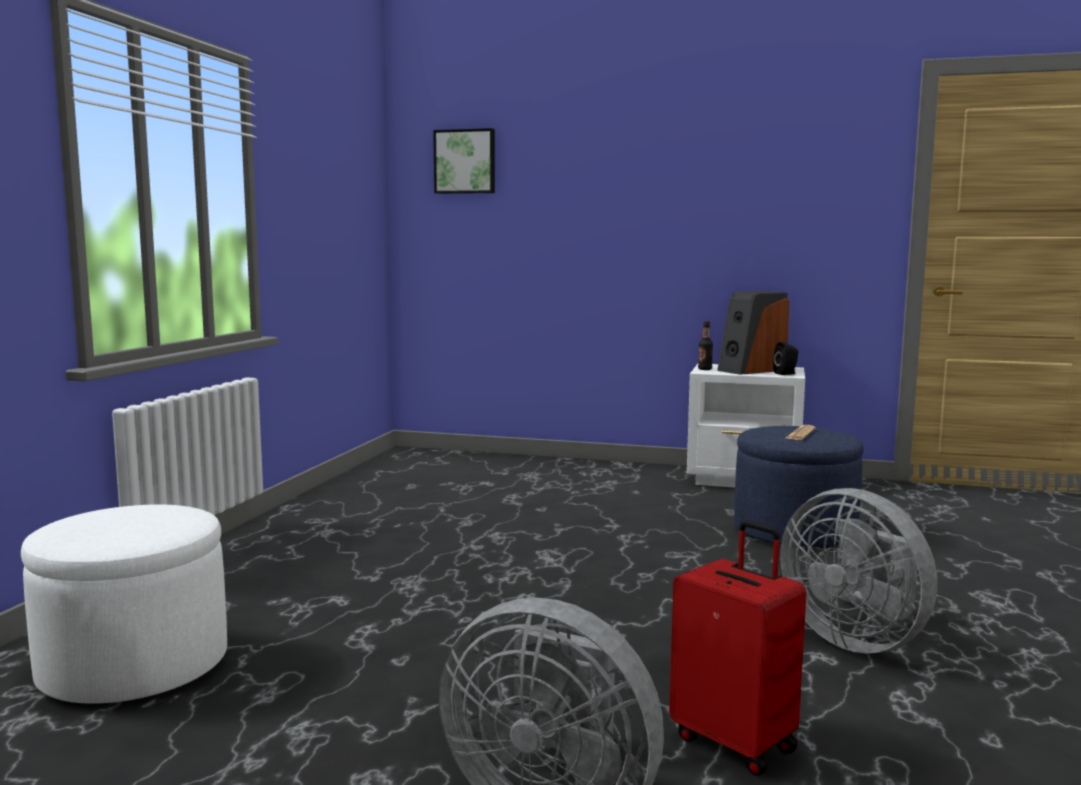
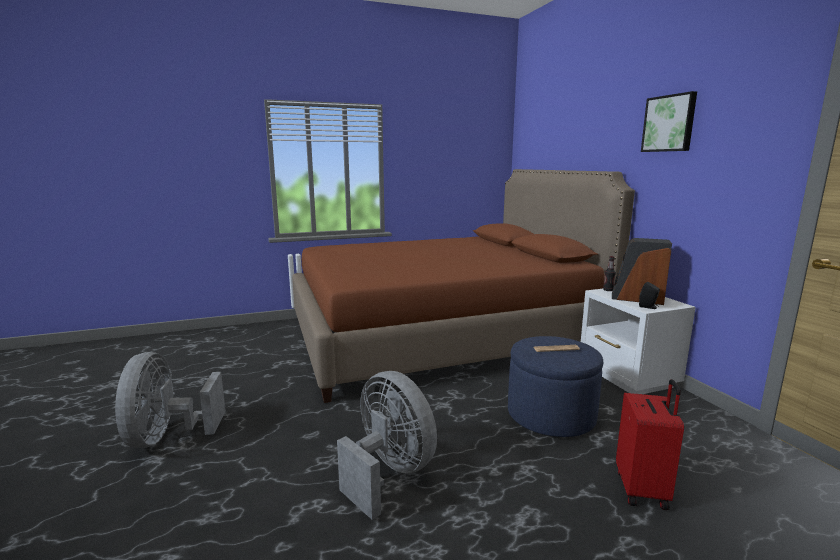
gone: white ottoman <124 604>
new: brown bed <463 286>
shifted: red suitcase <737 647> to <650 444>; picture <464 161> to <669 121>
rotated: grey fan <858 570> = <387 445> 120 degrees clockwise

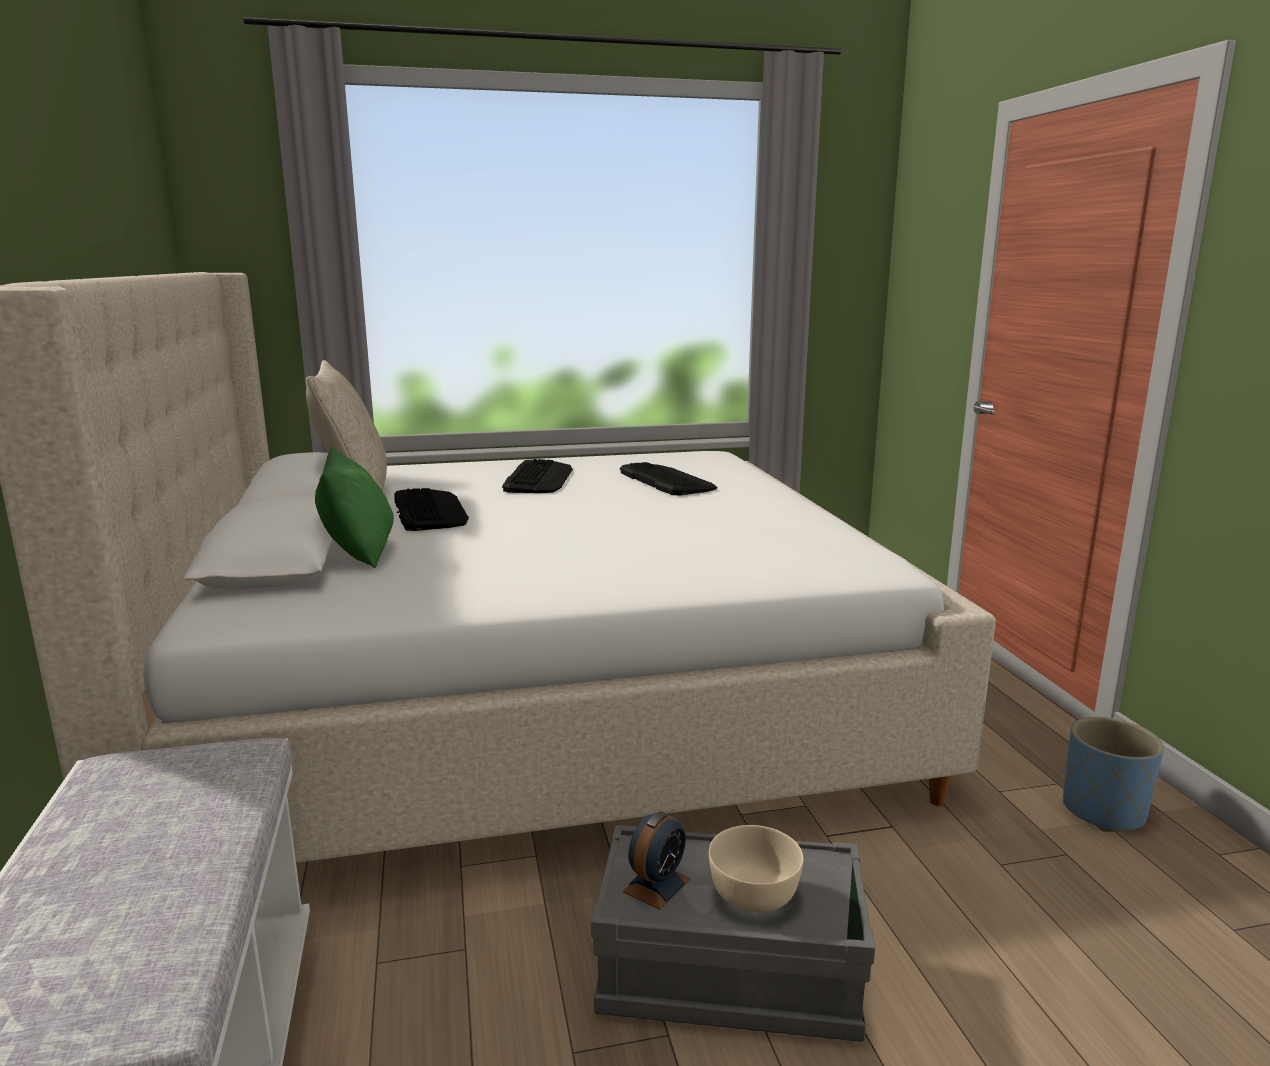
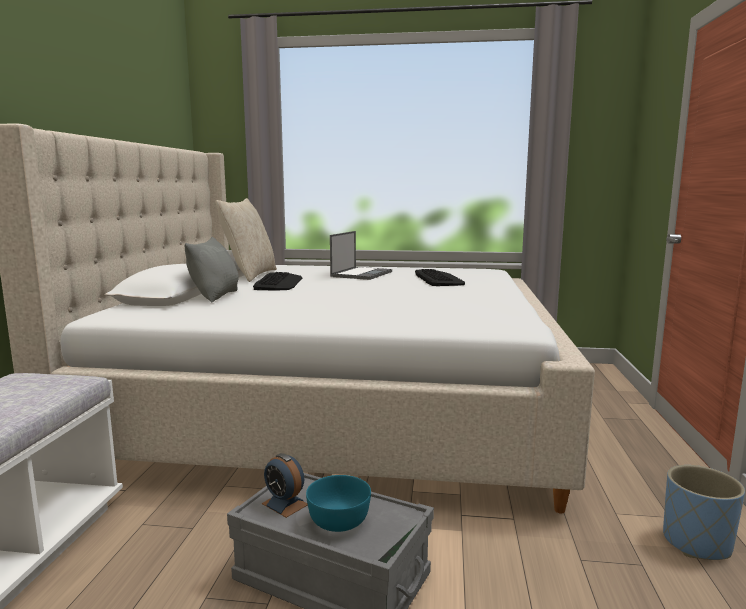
swapped: keyboard <537 476> to laptop <361 255>
repainted: green pillow <354 507> to grey pillow <212 269>; beige bowl <756 869> to turquoise bowl <338 503>
rotated: alarm clock <657 860> = <285 485> 75 degrees clockwise

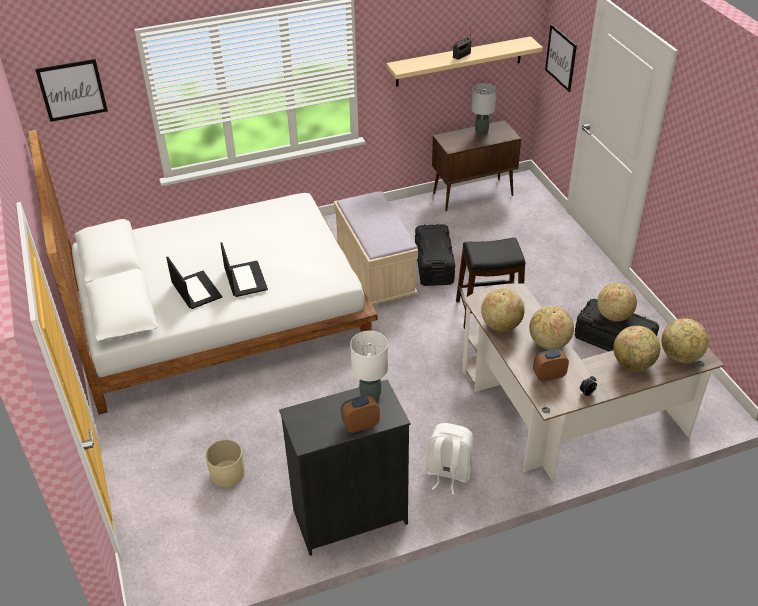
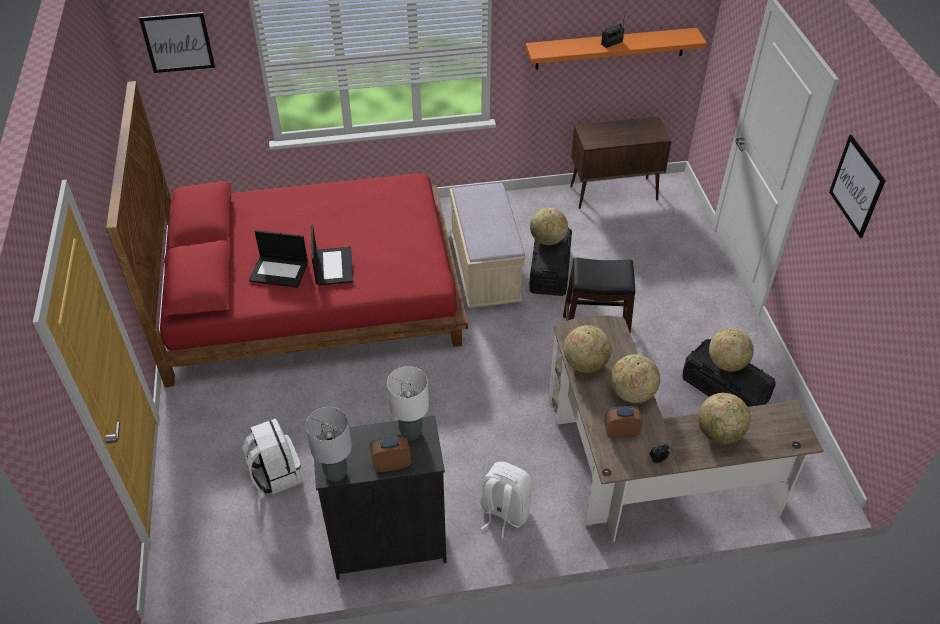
shifted: grey table lamp <484 109> to <329 444>; globe <685 340> to <549 226>; picture <561 58> to <857 186>
swapped: beige planter <225 463> to white backpack <272 456>
repainted: white bed <202 272> to red bed <287 234>; beige shelf <464 61> to orange shelf <616 48>
rotated: laptop <194 283> = <278 259> 120 degrees clockwise

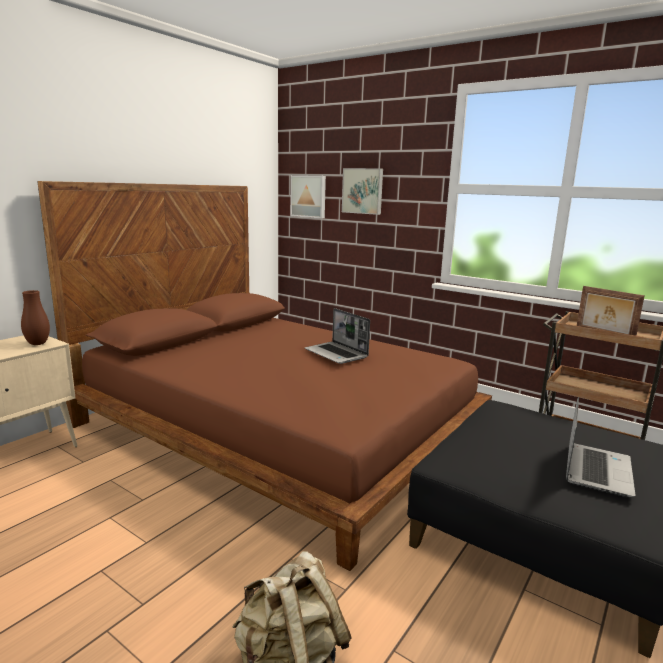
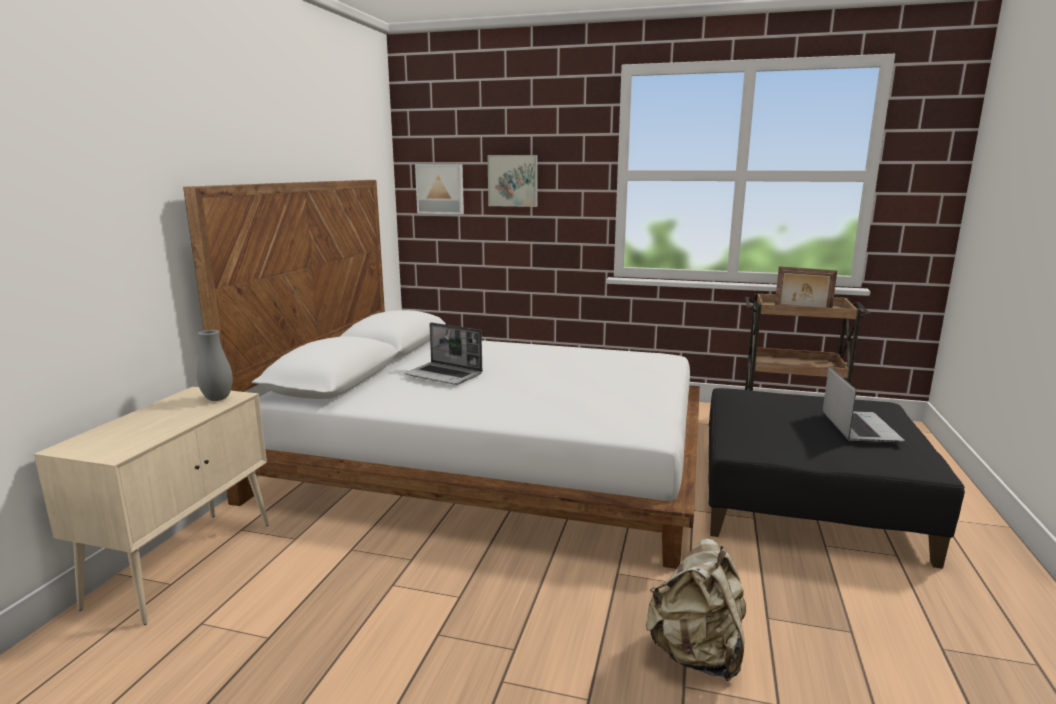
shifted: laptop <337 336> to <443 353>
repainted: brown bed <264 376> to white bed <441 374>; brown vase <35 317> to grey vase <214 365>

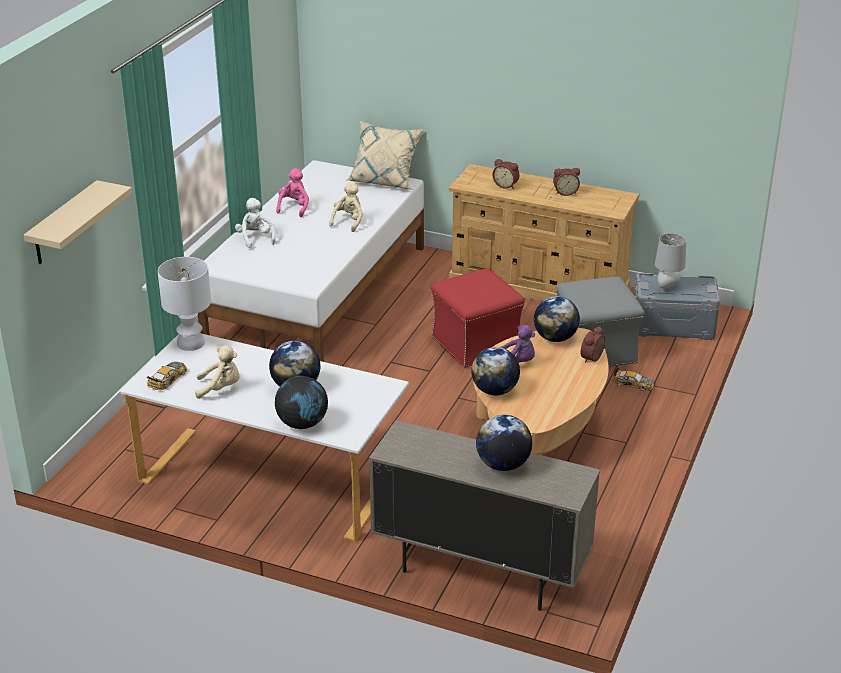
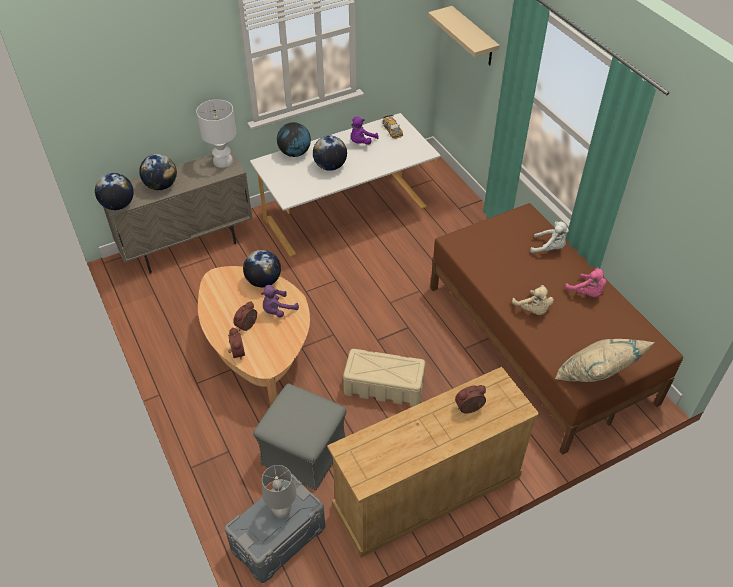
gone: toy car <633 379>
shifted: globe <557 319> to <114 191>; white table lamp <184 304> to <216 133>; alarm clock <566 182> to <245 316>
swapped: red ottoman <478 318> to beige storage box <384 377>
repainted: beige plush toy <217 372> to purple plush toy <365 131>; white bed <311 261> to brown bed <556 329>

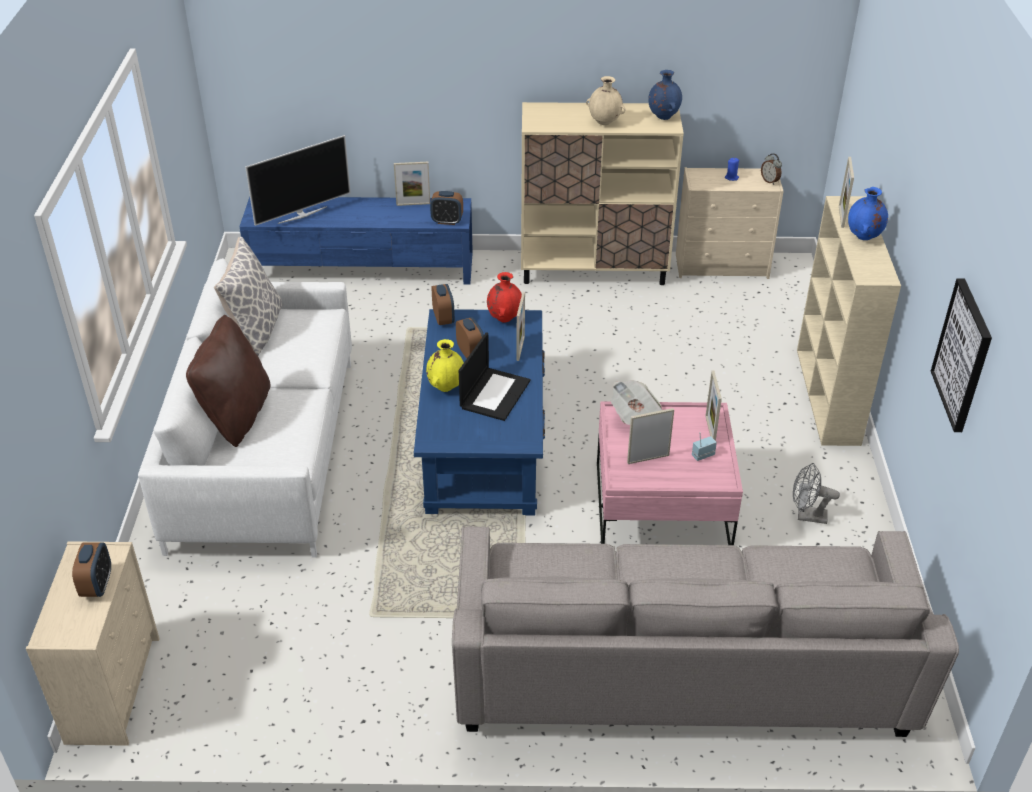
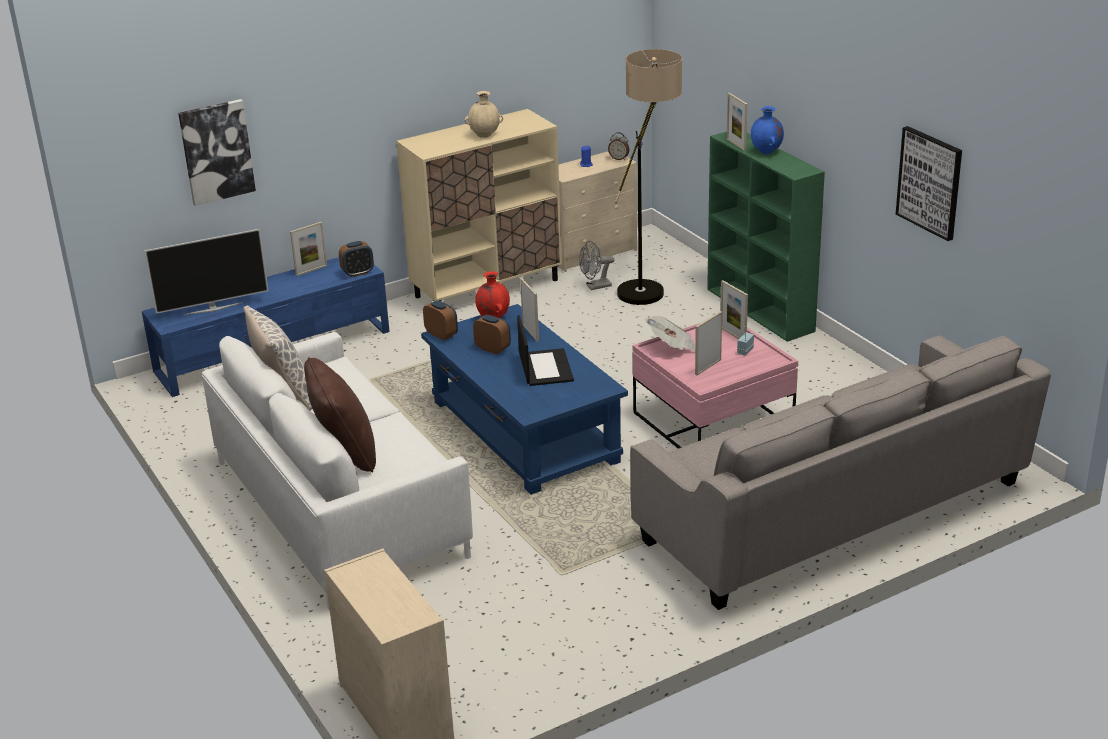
gone: alarm clock <91 570>; yellow vase <445 365>; blue vase <665 95>
new: picture <217 152>; floor lamp <648 177>
shifted: grey fan <816 493> to <596 265>
repainted: beige bookcase <849 321> to green bookcase <766 237>
rotated: television <298 180> = <206 272> 45 degrees clockwise

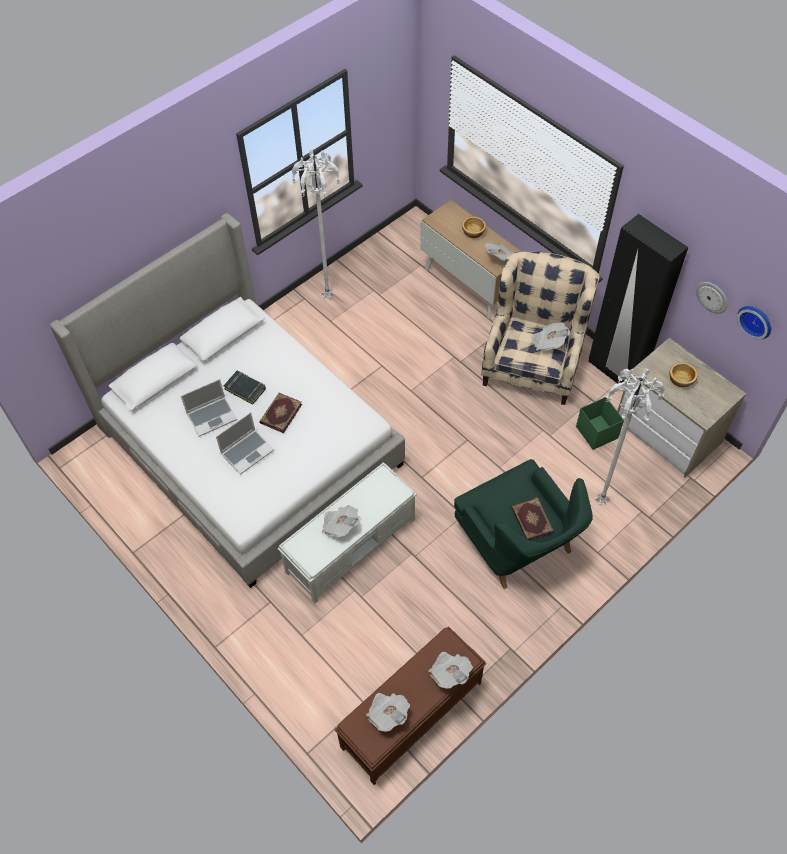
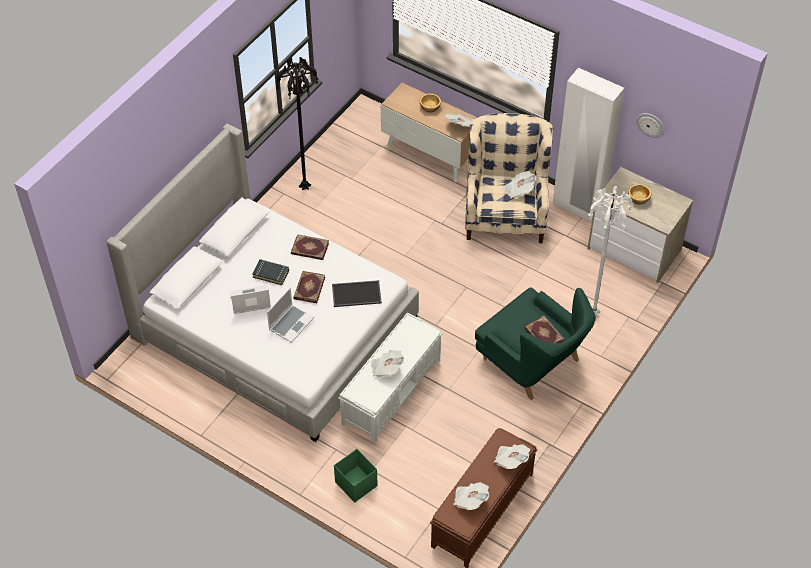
gone: wall clock <754 323>
new: book <310 247>; tray <357 293>
shifted: green storage box <600 423> to <356 476>
repainted: white floor lamp <316 224> to black floor lamp <297 124>; black wardrobe <638 299> to white wardrobe <588 145>
rotated: laptop <209 408> = <250 299> 150 degrees counterclockwise

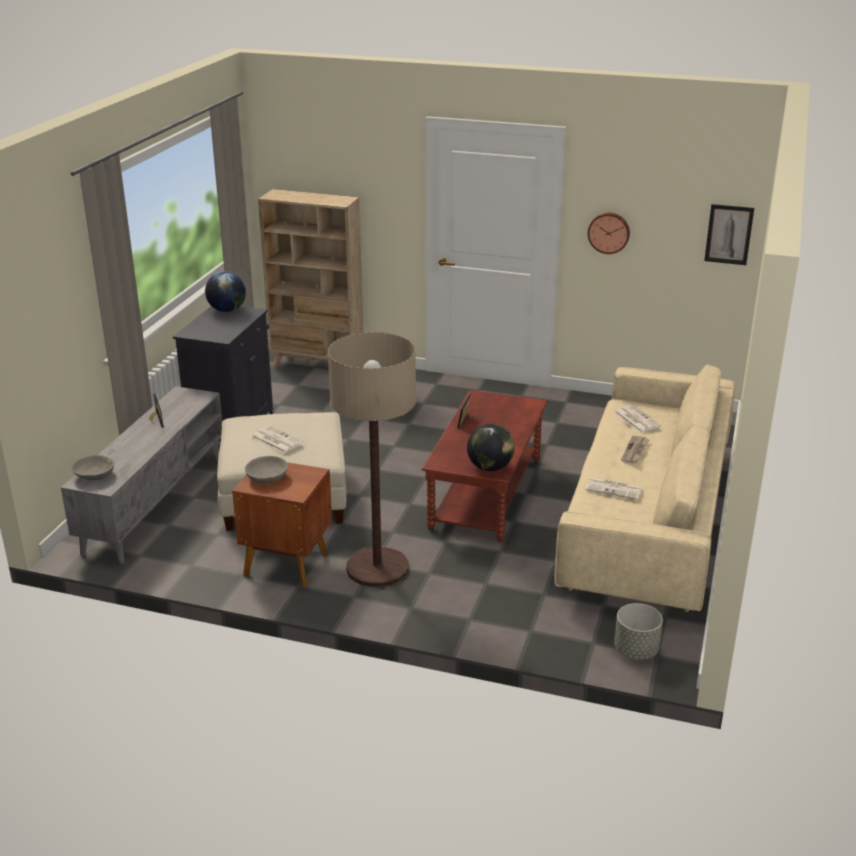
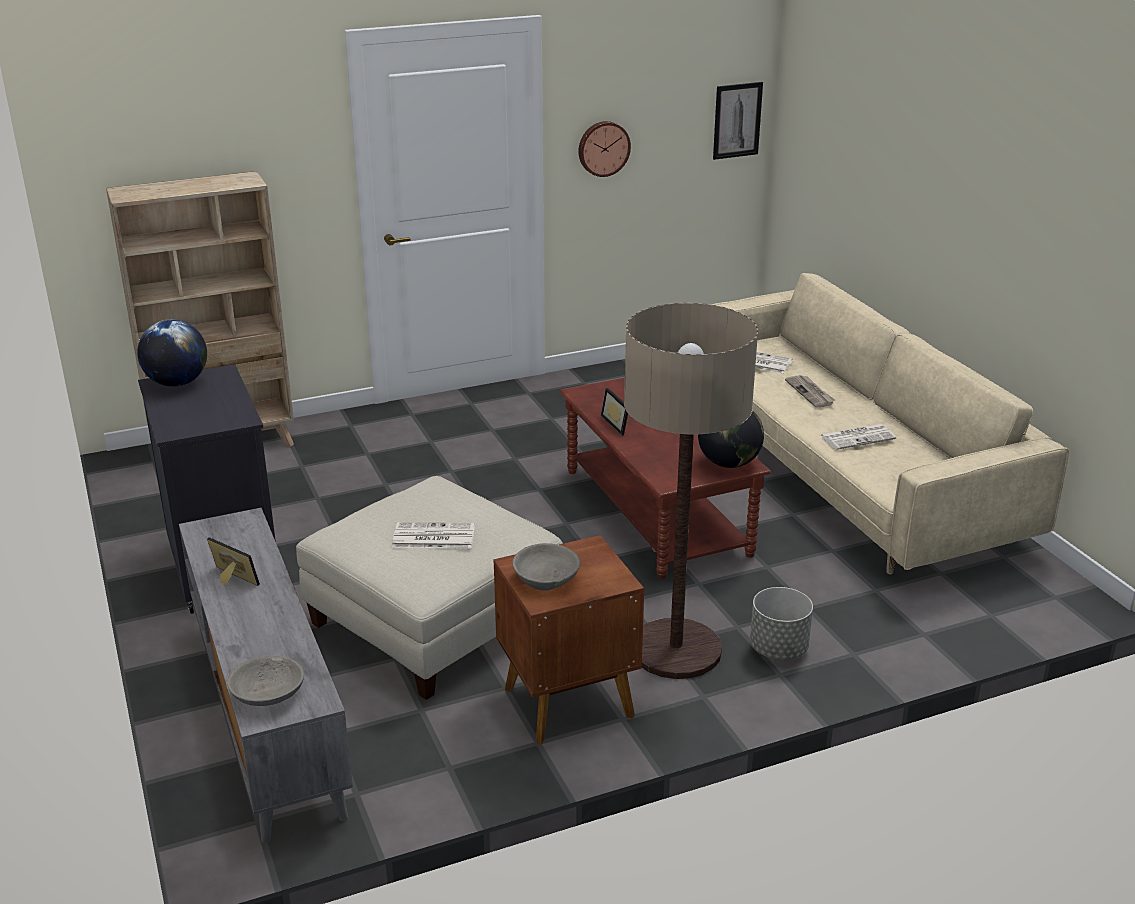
shifted: grey planter <638 631> to <781 623>

